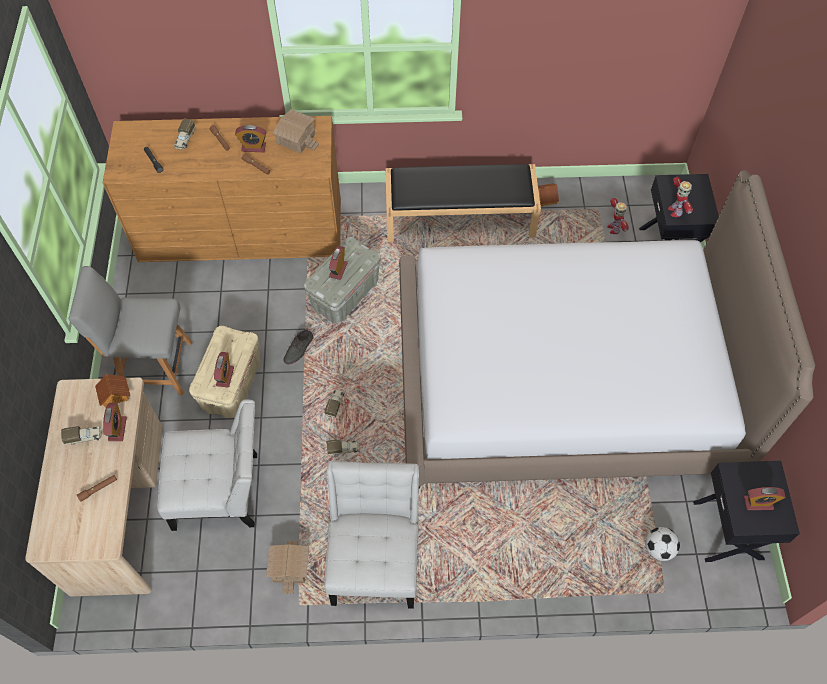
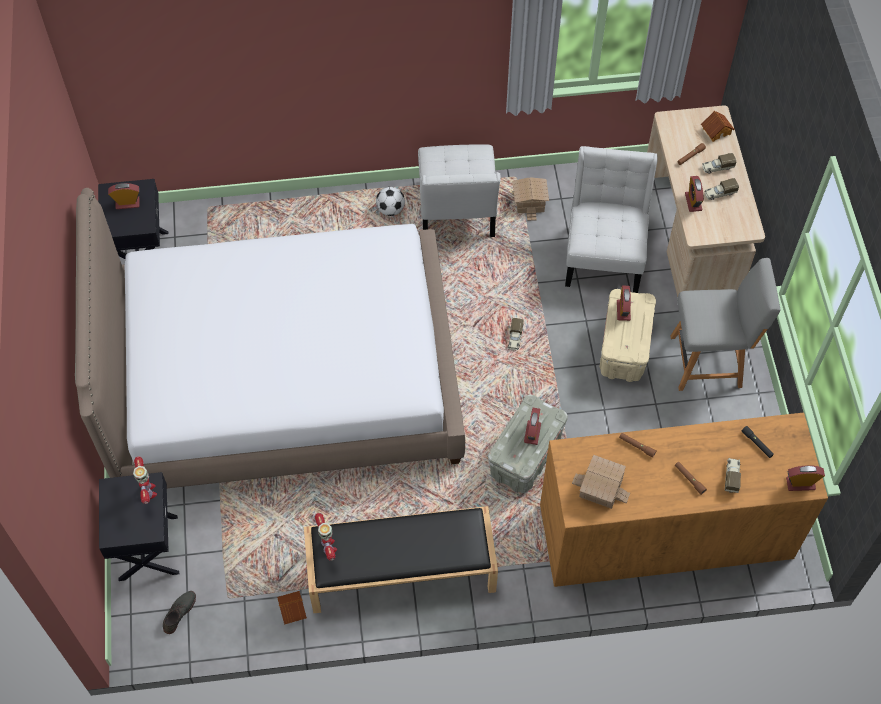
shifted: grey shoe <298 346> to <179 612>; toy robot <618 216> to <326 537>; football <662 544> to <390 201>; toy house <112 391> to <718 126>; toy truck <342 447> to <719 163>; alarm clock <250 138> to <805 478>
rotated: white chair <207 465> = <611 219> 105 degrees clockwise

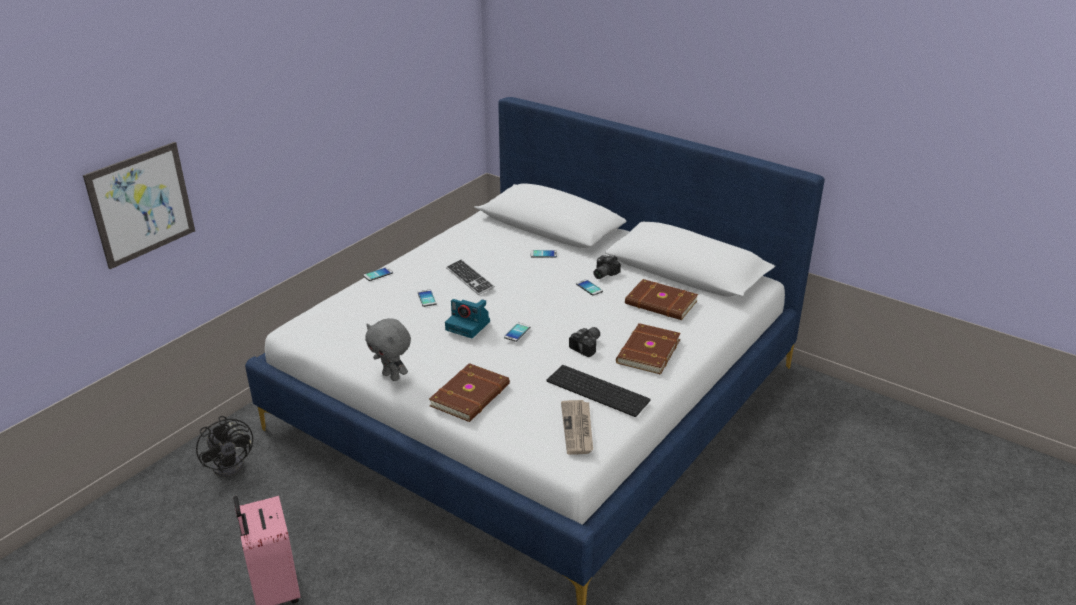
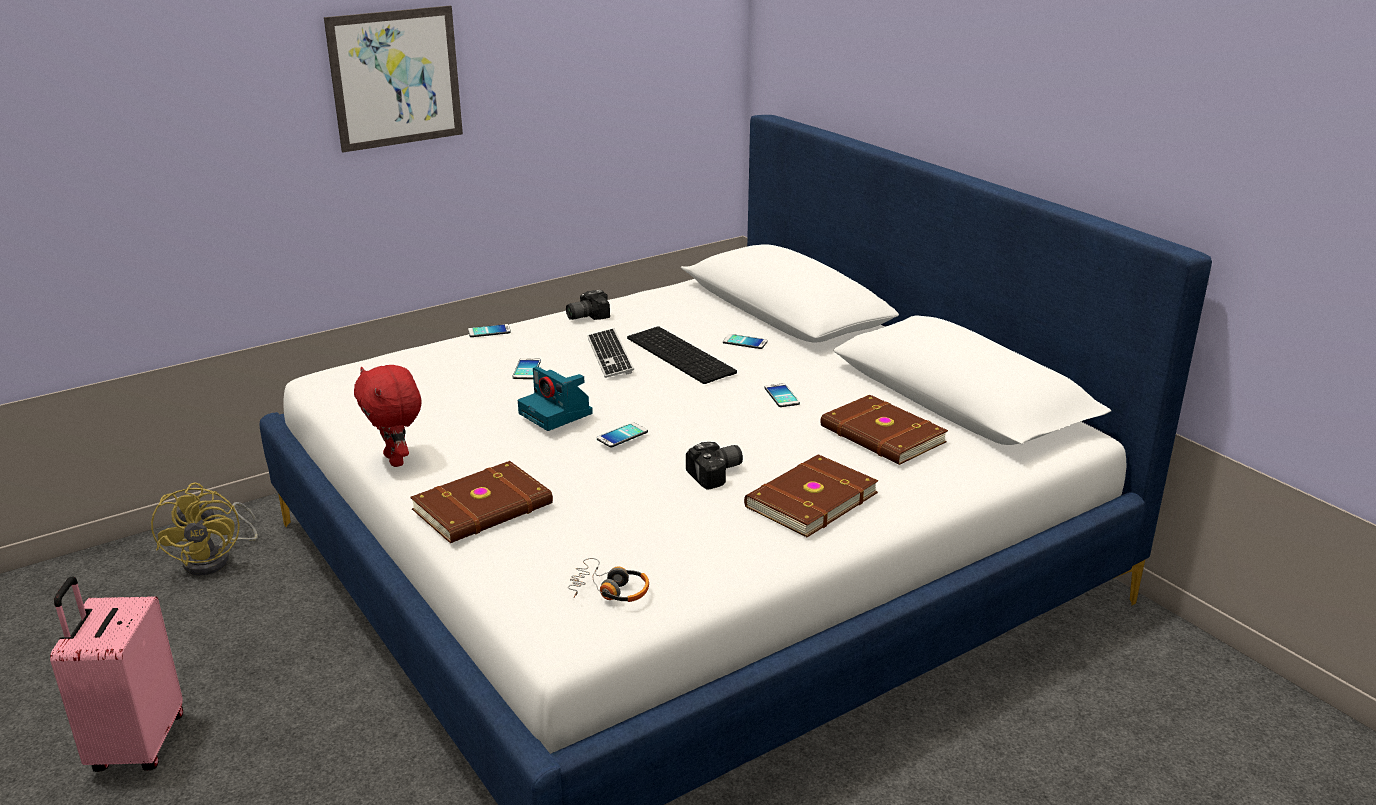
shifted: picture <139 205> to <393 79>; photo camera <607 267> to <588 305>; keyboard <599 391> to <682 355>
swapped: newspaper <577 427> to headphones <608 580>
repainted: black fan <224 446> to yellow fan <204 528>; grey plush toy <388 349> to red plush toy <387 416>

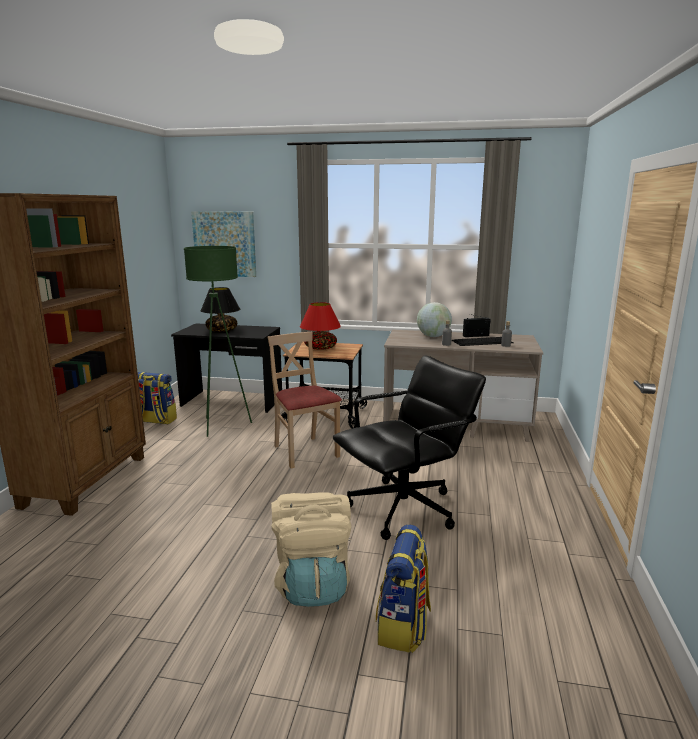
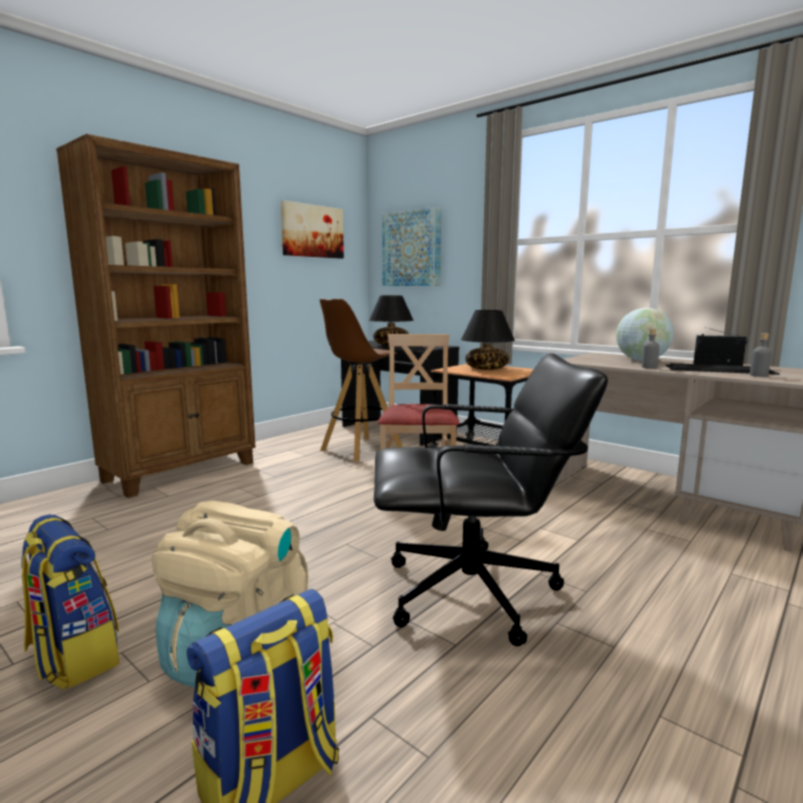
new: picture <312 229>
shifted: backpack <157 398> to <70 602>
swapped: green floor lamp <218 341> to brown stool <361 380>
repainted: red table lamp <320 326> to black table lamp <488 340>

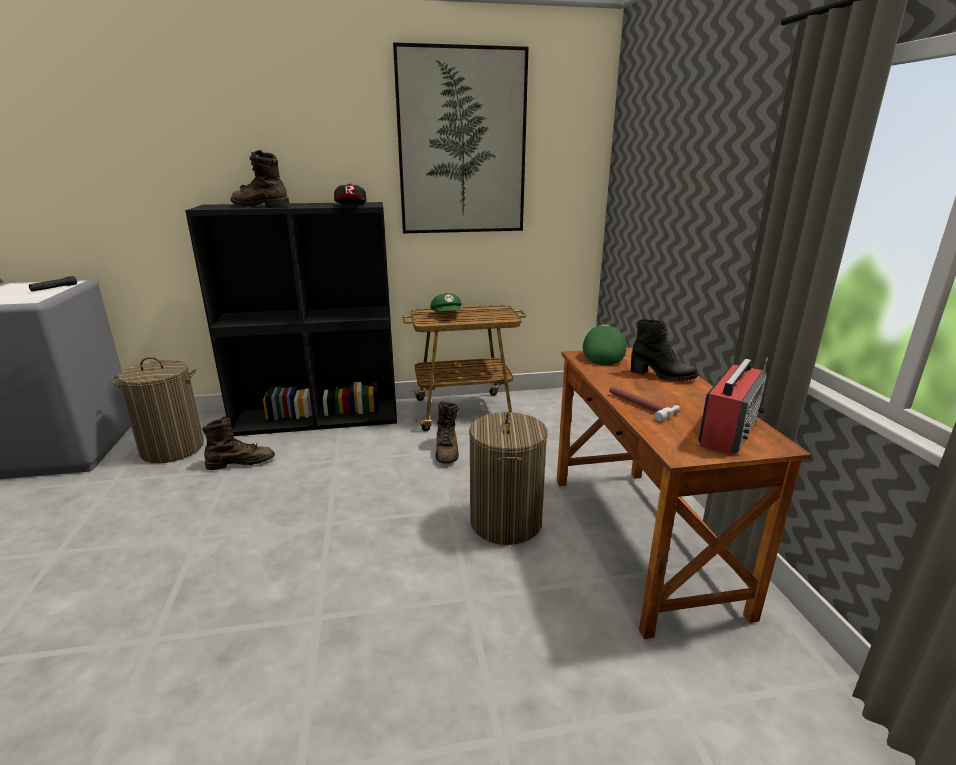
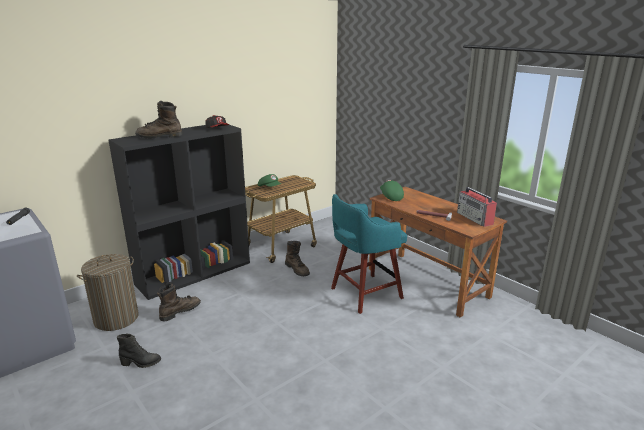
gone: picture <461 137>
shifted: black boot <664 350> to <139 351>
swapped: laundry basket <508 478> to turquoise stool <369 254>
rotated: radio <733 406> = <477 207> 150 degrees clockwise

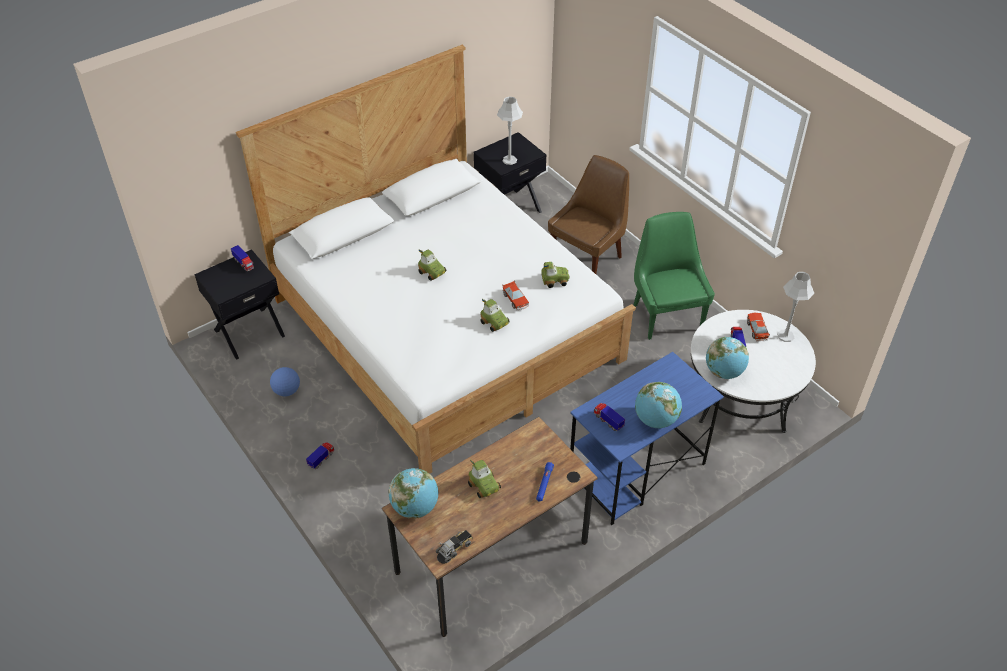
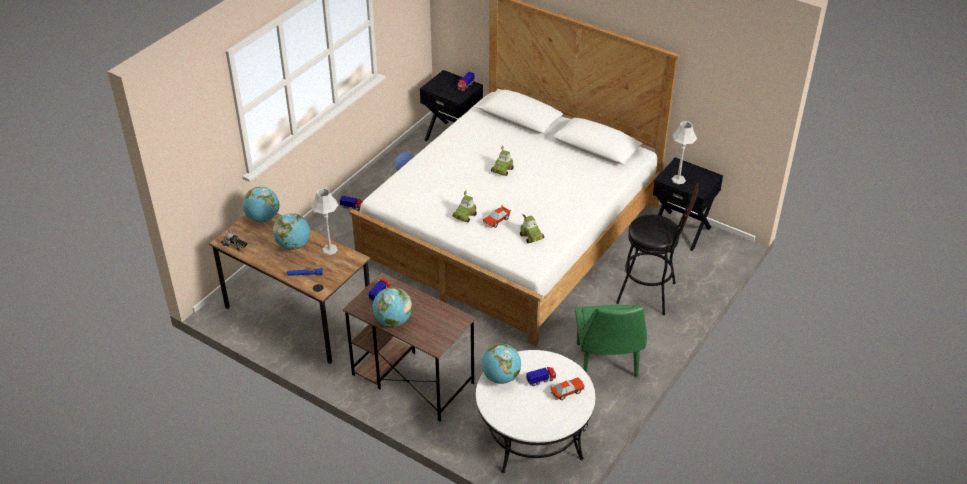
shifted: grey table lamp <795 307> to <324 221>
swapped: toy car <484 478> to globe <291 231>; brown chair <588 214> to black stool <657 249>
repainted: blue desk <647 438> to brown desk <409 347>
rotated: green chair <674 276> = <611 340> 120 degrees clockwise

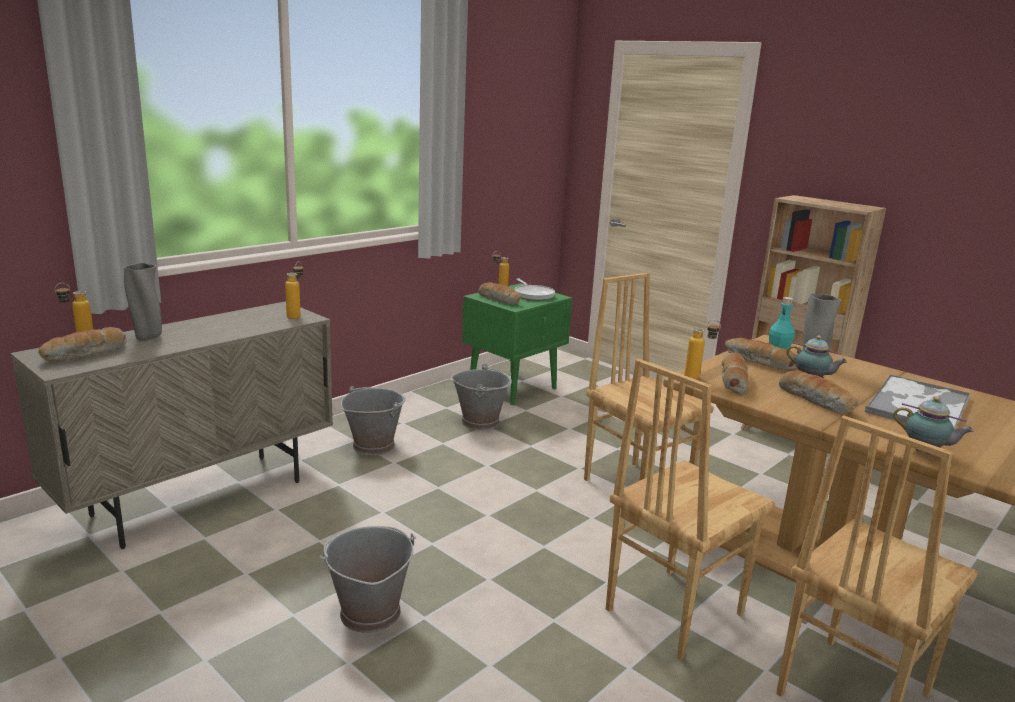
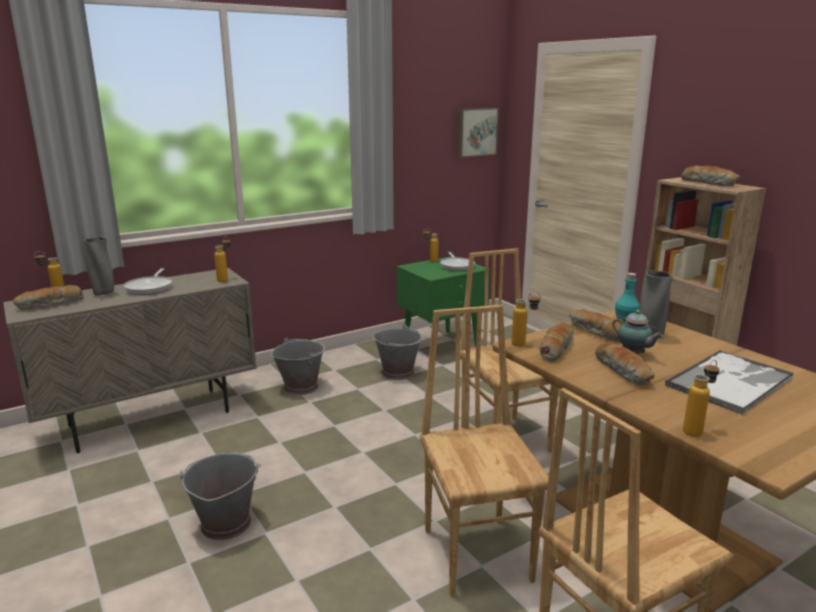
new: frying pan <148 281>; picture <478 132>
shifted: bread <499 293> to <710 175>
swapped: teapot <934 425> to bottle <701 398>
rotated: brown chair <690 509> = <484 451> 105 degrees clockwise

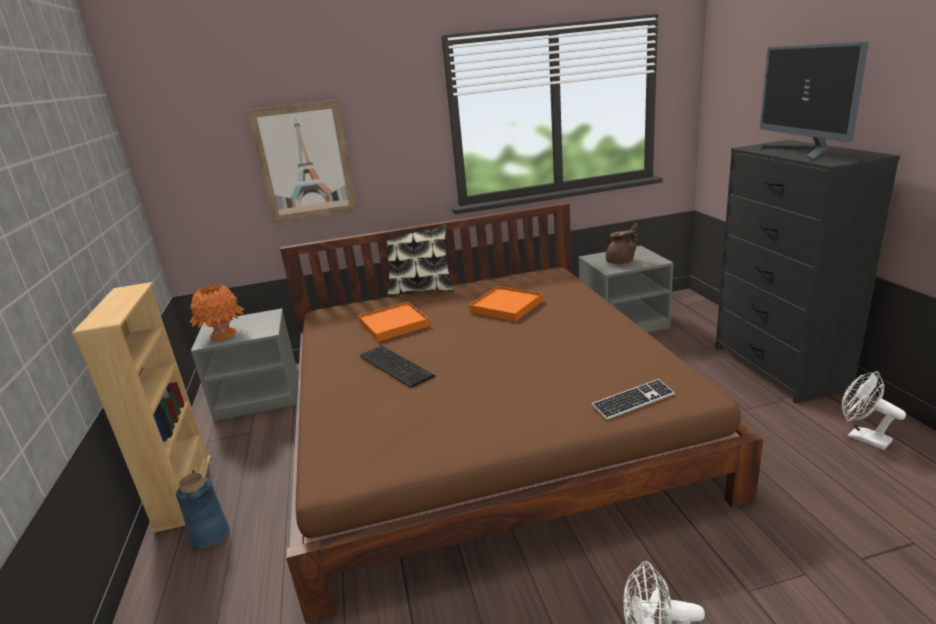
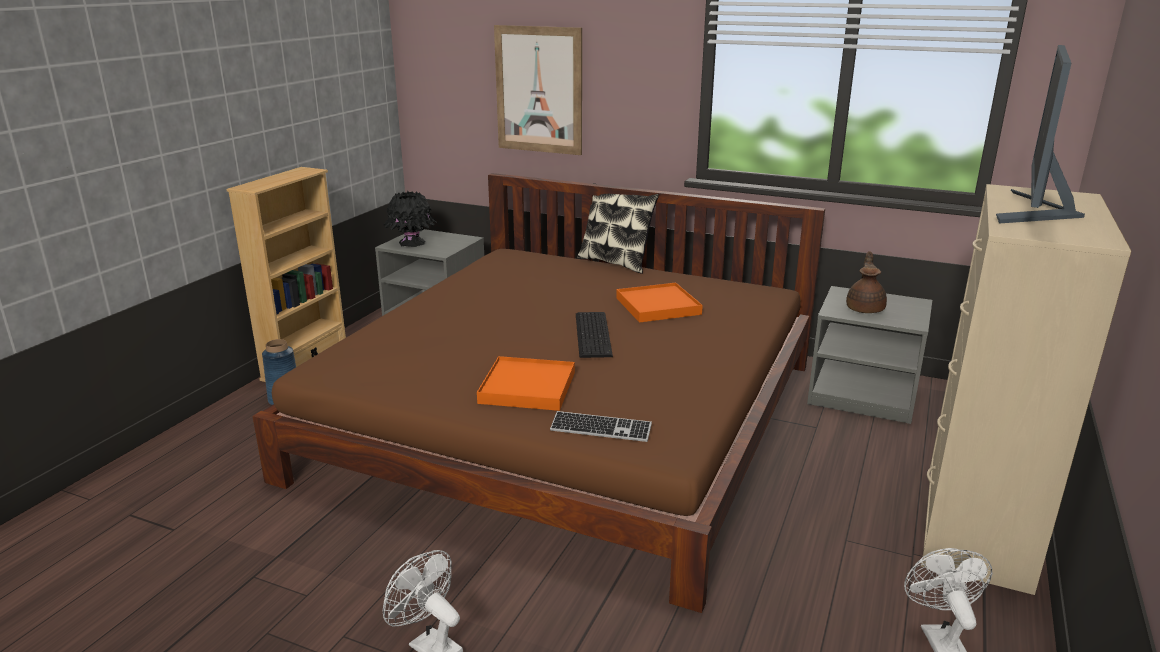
shifted: orange tray <394 322> to <526 383>; keyboard <397 367> to <594 335>
repainted: orange vase <217 312> to black vase <410 219>; black dresser <807 271> to beige dresser <1026 389>
rotated: brown teapot <622 243> = <866 282> 90 degrees counterclockwise

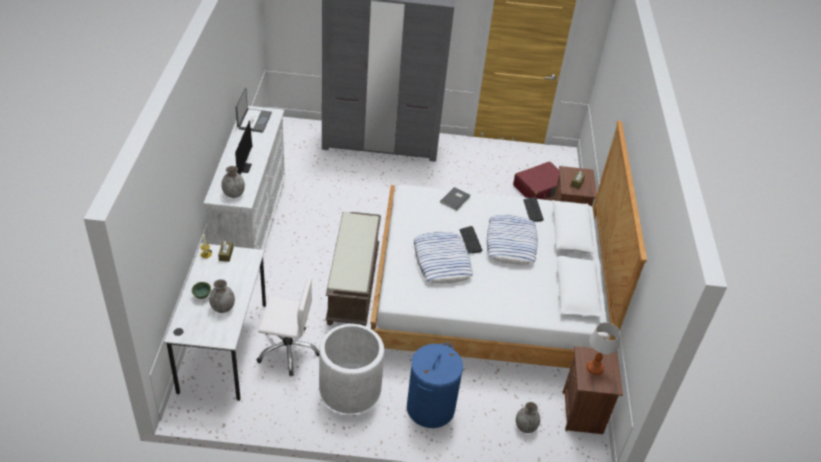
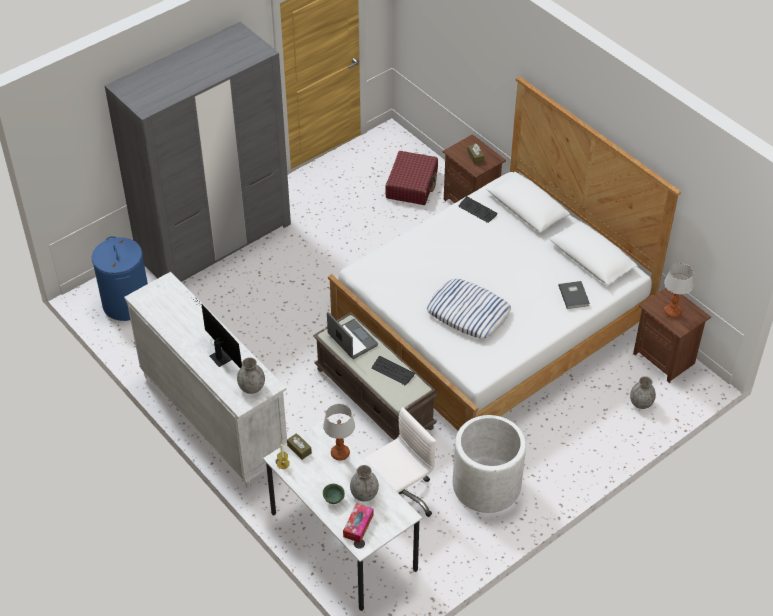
gone: pillow <512 239>
new: table lamp <339 432>; tissue box <358 523>
shifted: blue laundry basket <435 385> to <120 278>; laptop <254 110> to <352 335>; keyboard <471 240> to <393 370>; grey book <455 198> to <574 295>

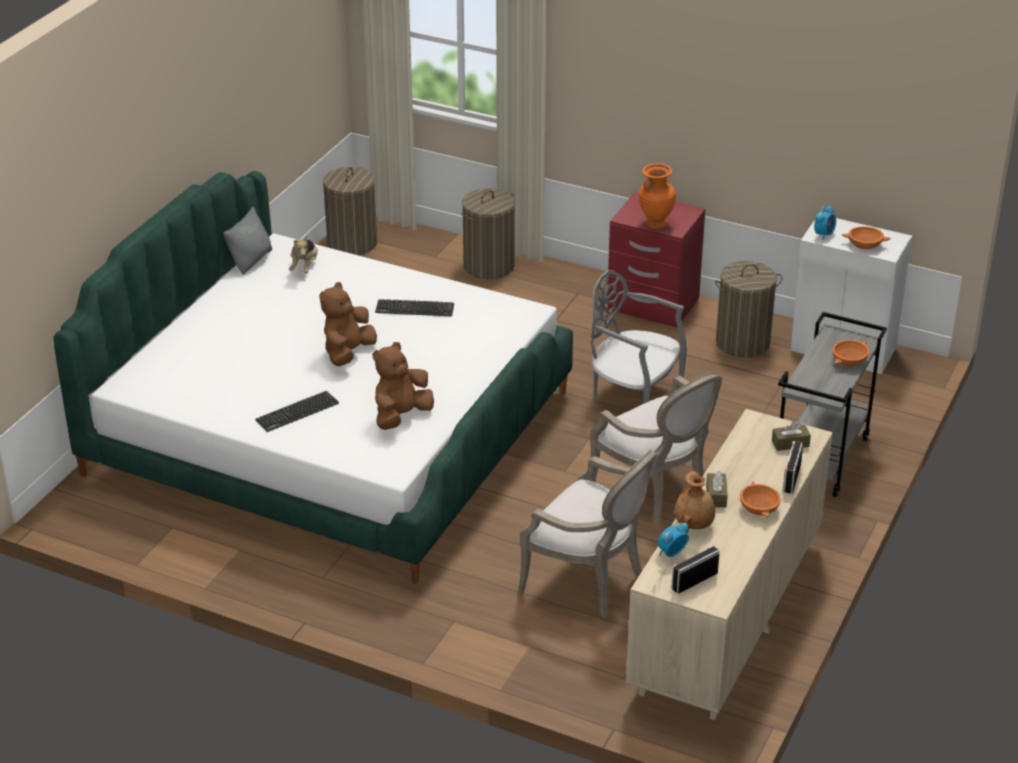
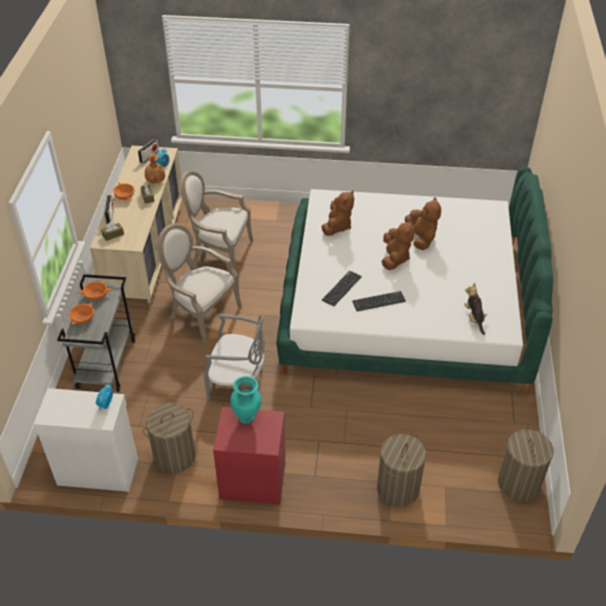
gone: grey pillow <247 240>
new: brown plush toy <423 223>
shifted: orange bowl <866 237> to <95 290>; keyboard <297 411> to <342 288>
repainted: orange vase <657 196> to turquoise vase <246 399>

